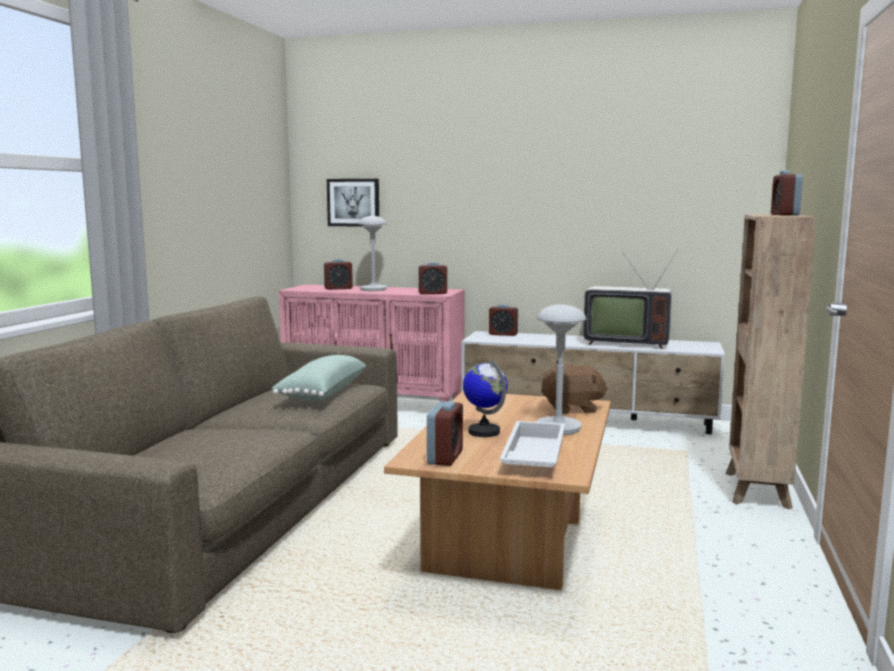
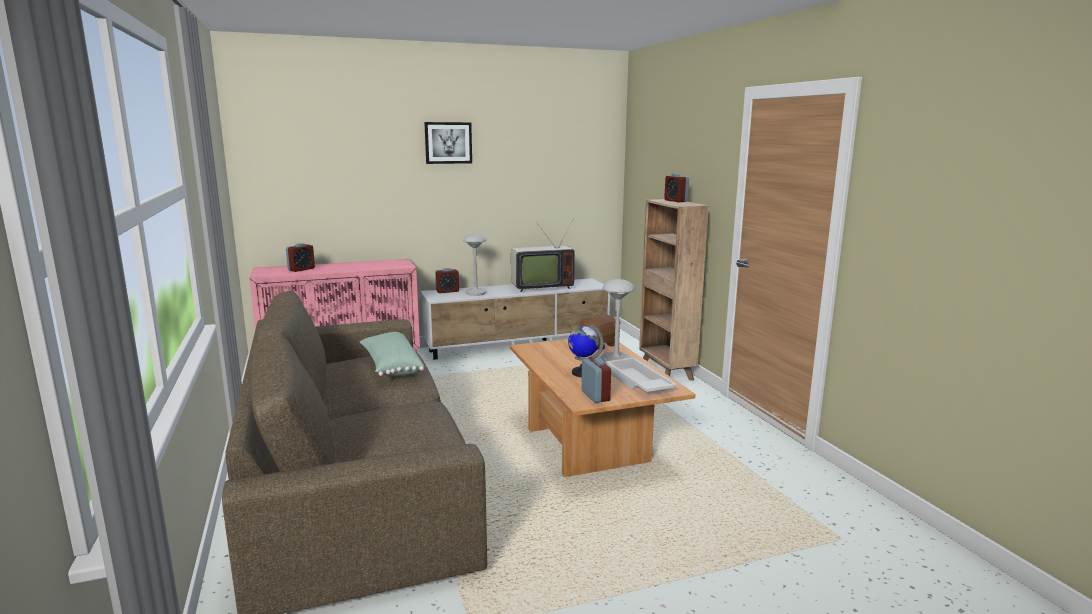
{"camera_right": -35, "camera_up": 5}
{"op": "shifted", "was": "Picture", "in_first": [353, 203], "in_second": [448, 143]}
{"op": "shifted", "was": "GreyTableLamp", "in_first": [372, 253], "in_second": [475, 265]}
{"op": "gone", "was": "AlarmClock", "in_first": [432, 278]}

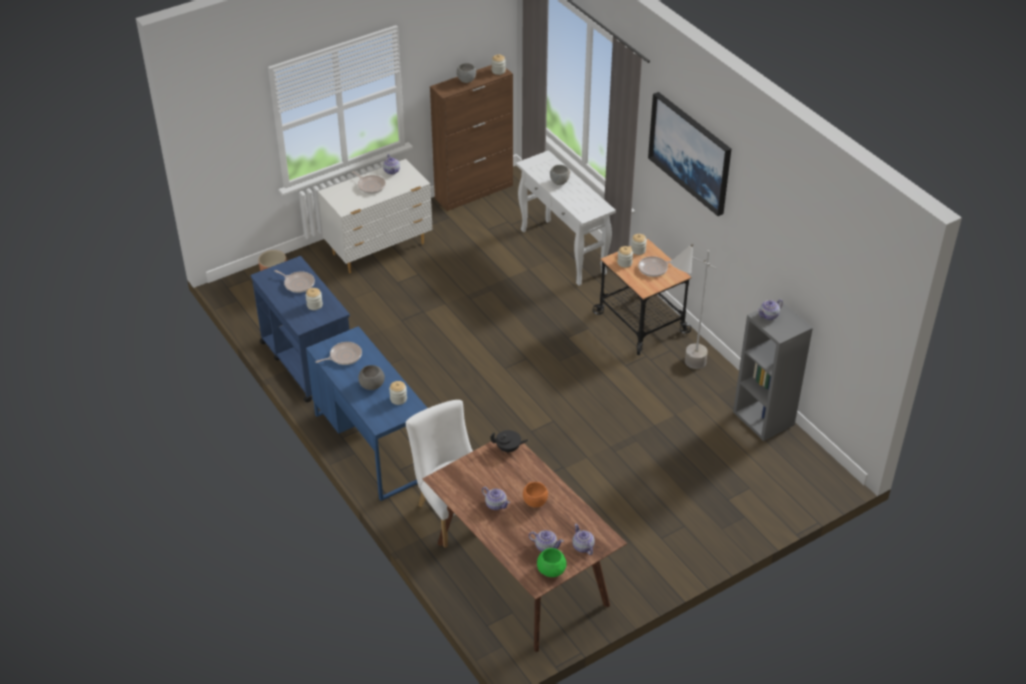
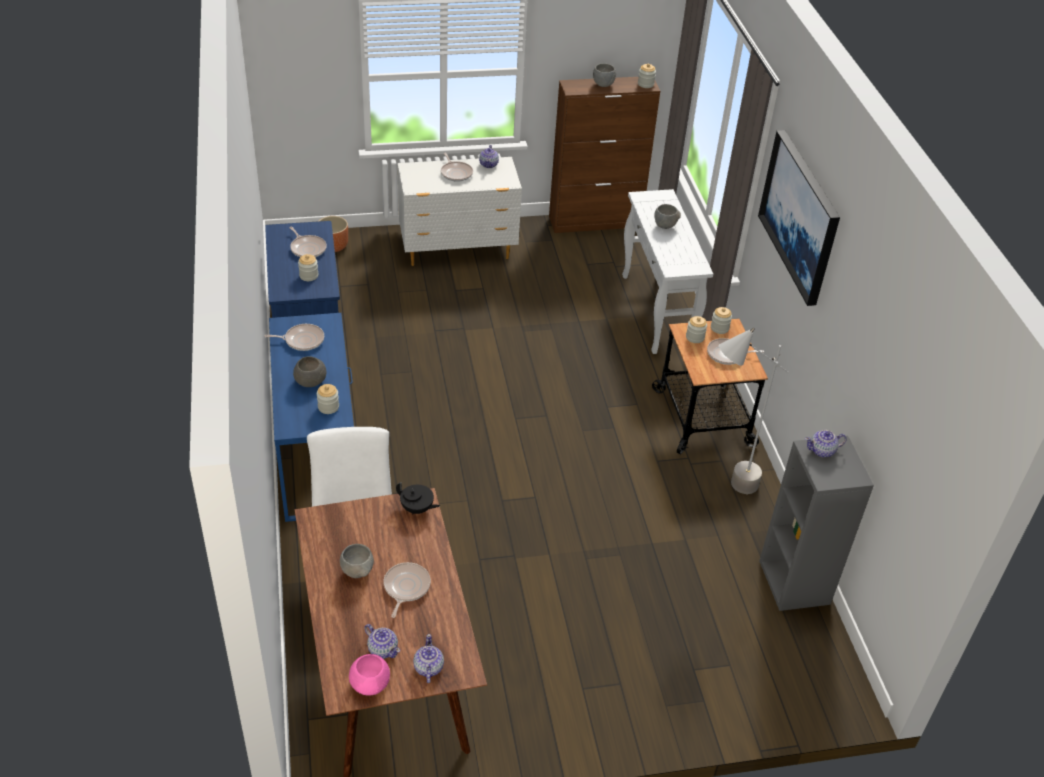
{"camera_right": 20, "camera_up": 0}
{"op": "swapped", "was": "OrangeBowl", "now": "FryingPan", "in_first": [535, 495], "in_second": [407, 590]}
{"op": "swapped", "was": "Teapot", "now": "GreyBowl", "in_first": [496, 498], "in_second": [357, 561]}
{"op": "repainted", "was": "GreenBowl", "now": "PinkBowl", "in_first": [552, 562], "in_second": [369, 674]}

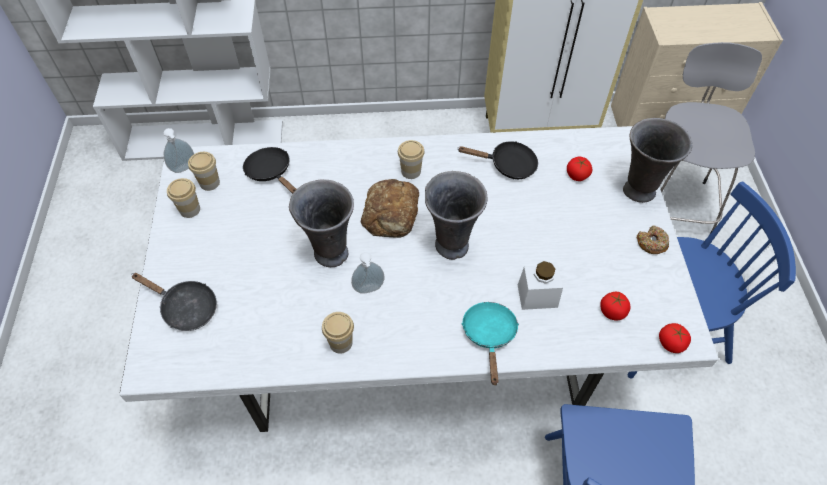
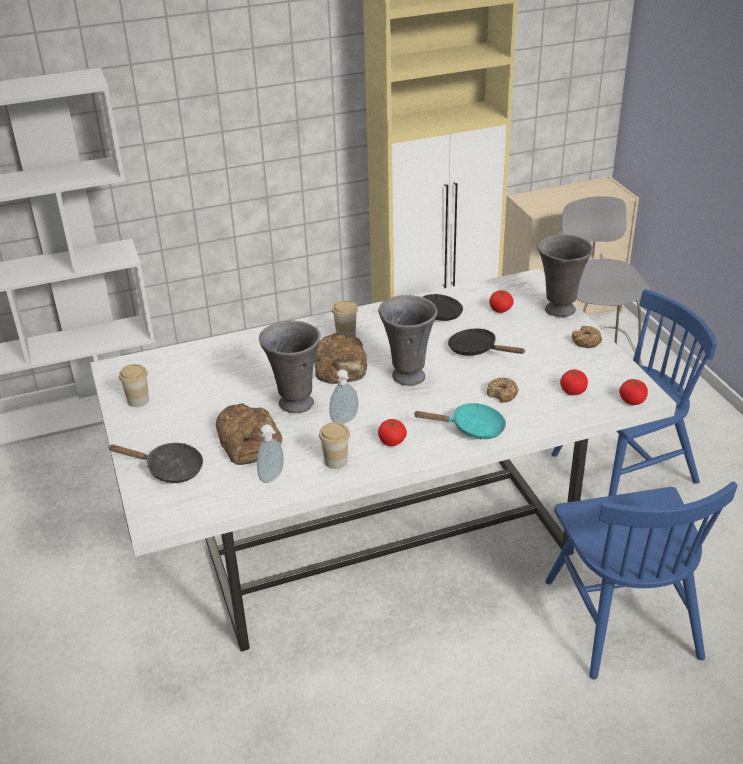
{"camera_right": -15, "camera_up": -20}
{"op": "shifted", "was": "SoapDispenser", "in_first": [178, 150], "in_second": [270, 454]}
{"op": "shifted", "was": "BlackFryingPan", "in_first": [269, 170], "in_second": [486, 342]}
{"op": "gone", "was": "Cup", "in_first": [204, 171]}
{"op": "swapped", "was": "WhiteJar", "now": "Donut", "in_first": [540, 285], "in_second": [503, 390]}
{"op": "rotated", "was": "TurquoiseFryingPan", "in_first": [490, 344], "in_second": [460, 421], "clockwise": 105}
{"op": "new", "now": "Bread", "in_second": [249, 434]}
{"op": "new", "now": "Tomato", "in_second": [392, 432]}

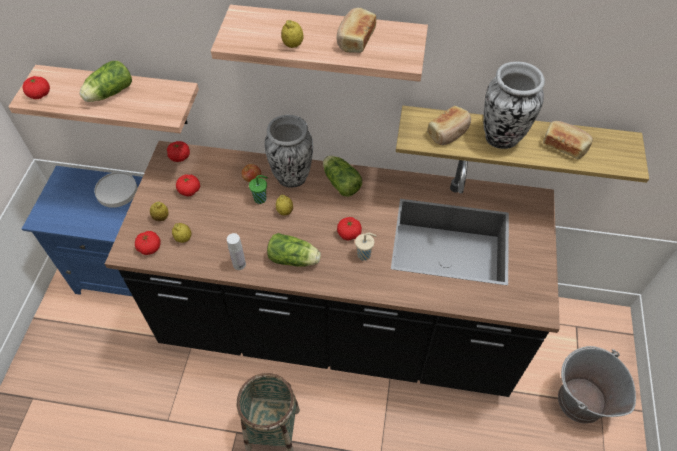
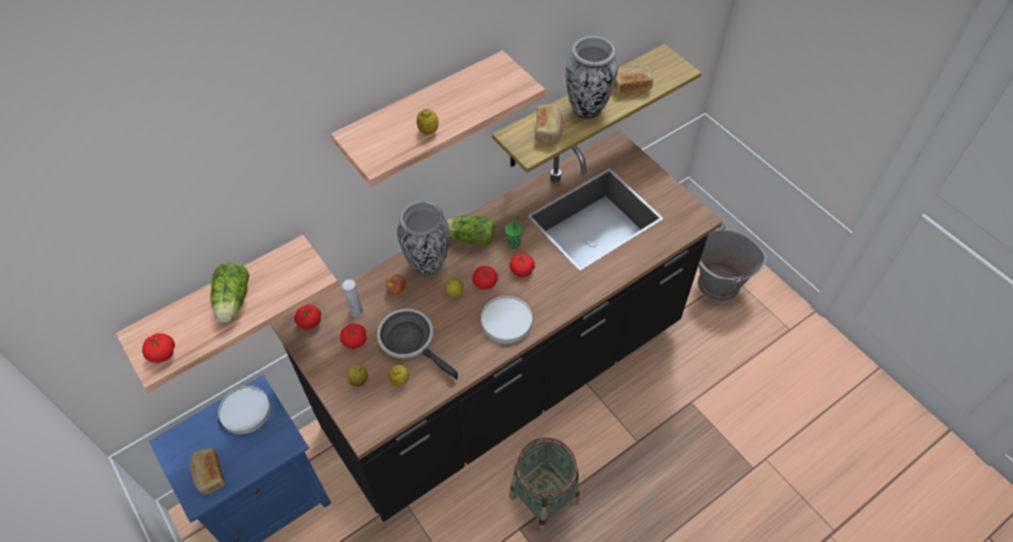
{"camera_right": -45, "camera_up": 0}
{"op": "shifted", "was": "Bread", "in_first": [356, 30], "in_second": [207, 471]}
{"op": "shifted", "was": "GreenCup", "in_first": [258, 189], "in_second": [514, 233]}
{"op": "shifted", "was": "Tomato", "in_first": [148, 243], "in_second": [485, 278]}
{"op": "shifted", "was": "WhiteBottle", "in_first": [236, 251], "in_second": [352, 298]}
{"op": "swapped", "was": "Lettuce", "now": "WhitePlate", "in_first": [294, 250], "in_second": [506, 319]}
{"op": "gone", "was": "BeigeCup", "in_first": [365, 247]}
{"op": "new", "now": "FryingPan", "in_second": [417, 344]}

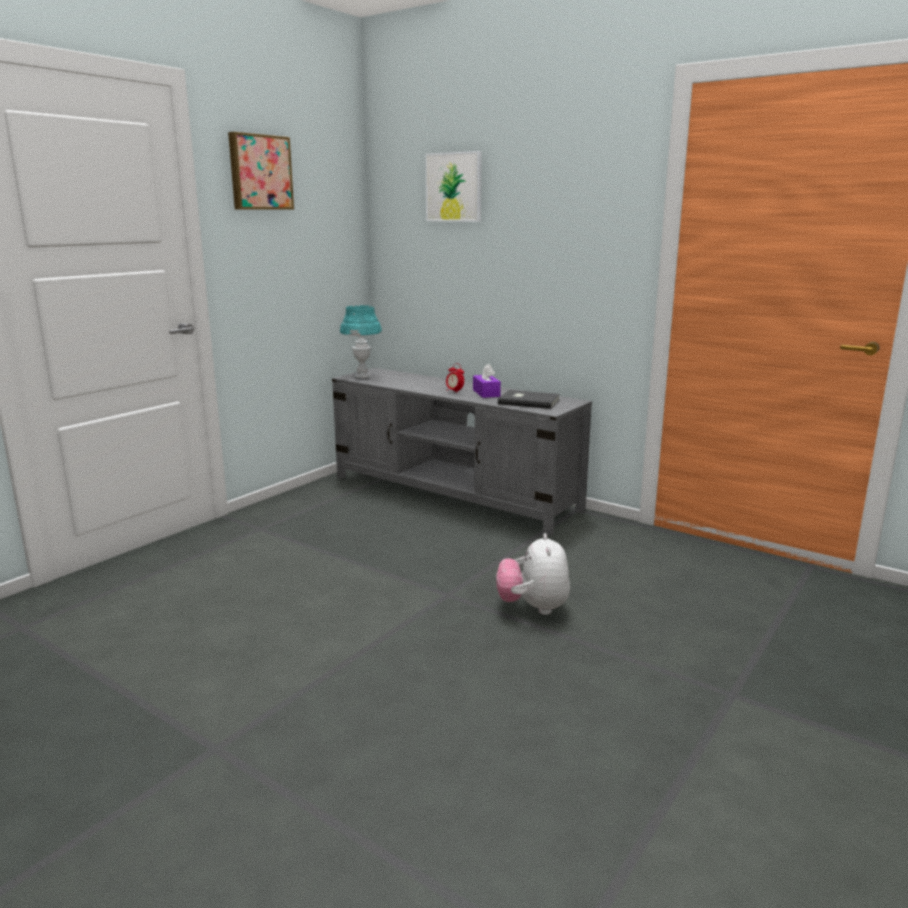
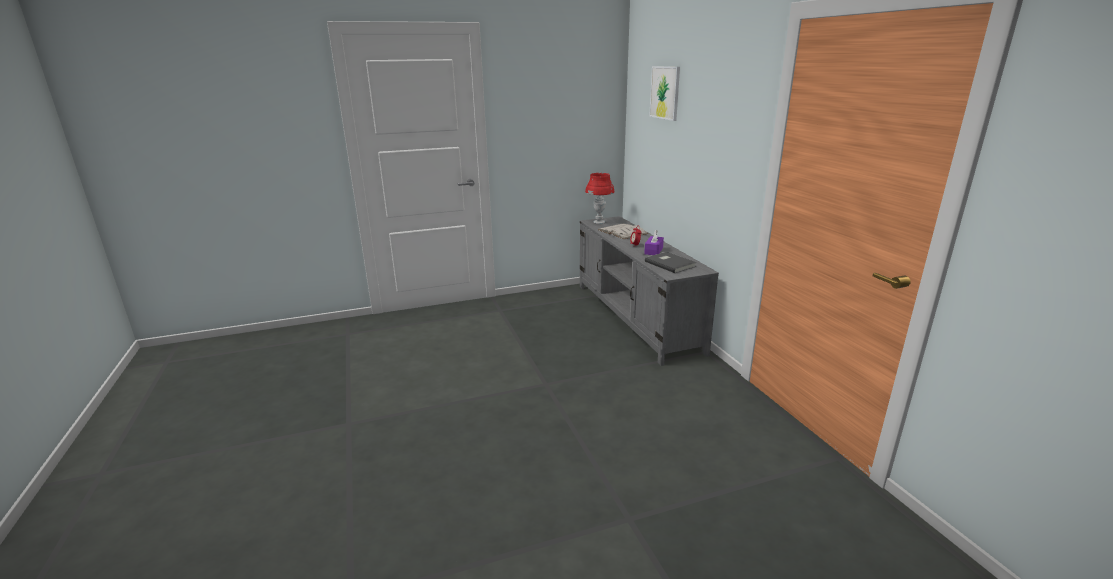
{"camera_right": 35, "camera_up": 5}
{"op": "gone", "was": "Picture", "in_first": [261, 171]}
{"op": "repainted", "was": "TurquoiseTableLamp", "now": "RedTableLamp", "in_first": [361, 341], "in_second": [599, 198]}
{"op": "gone", "was": "PlushToy", "in_first": [533, 574]}
{"op": "new", "now": "WhiteBook", "in_second": [623, 232]}

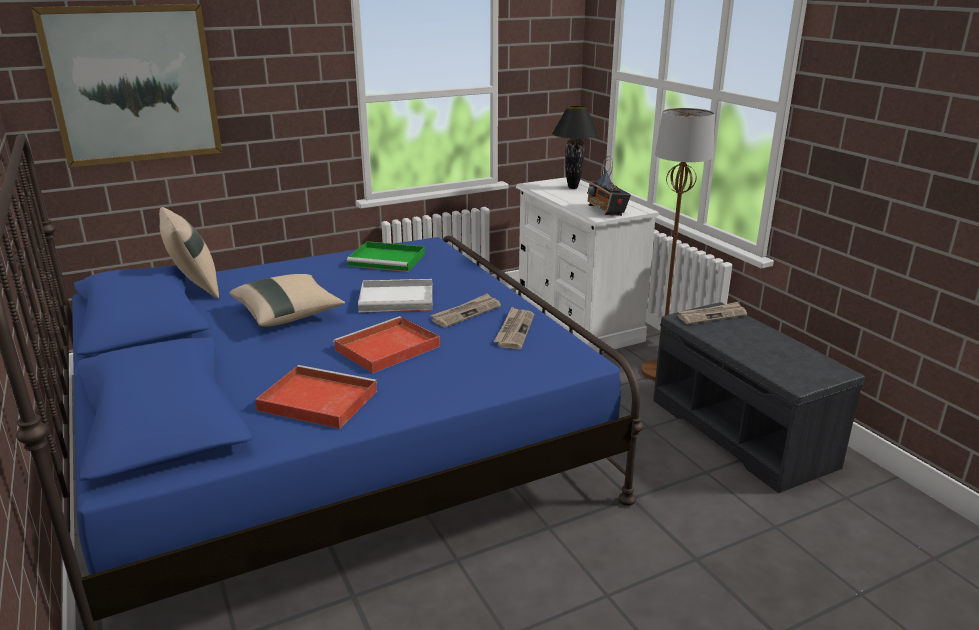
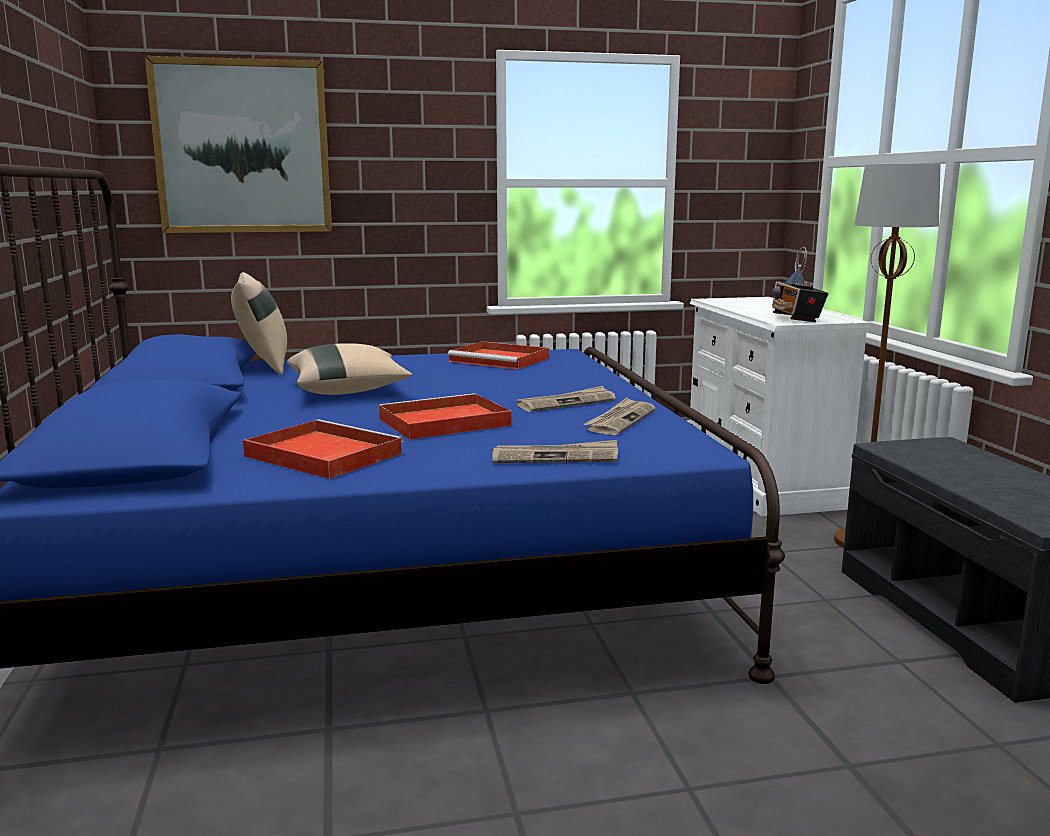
{"camera_right": 15, "camera_up": -10}
{"op": "gone", "was": "BlackTableLamp", "in_first": [575, 147]}
{"op": "repainted", "was": "GreenTray", "now": "RedTray", "in_first": [386, 256], "in_second": [498, 355]}
{"op": "gone", "was": "WhiteTray", "in_first": [395, 295]}
{"op": "shifted", "was": "Newspaper", "in_first": [712, 313], "in_second": [555, 451]}

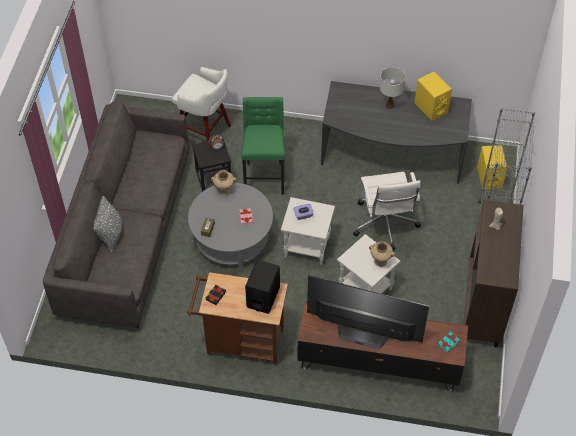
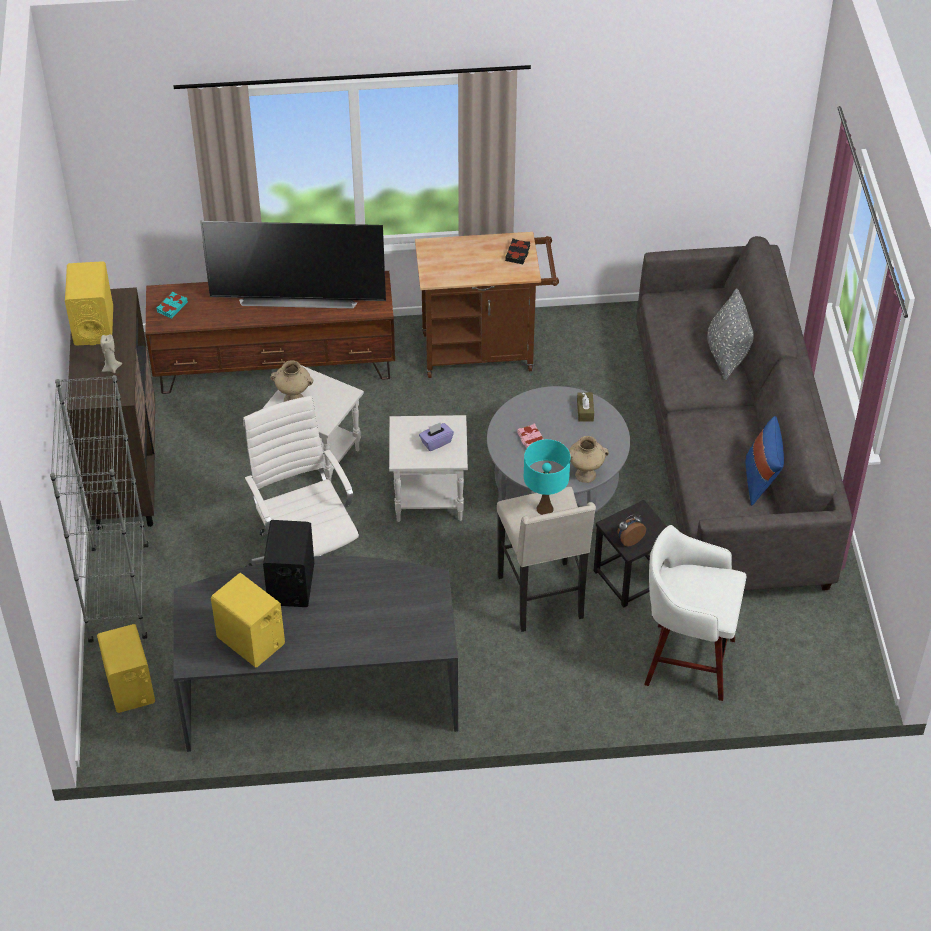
{"camera_right": 165, "camera_up": -5}
{"op": "gone", "was": "WhiteTableLamp", "in_first": [393, 88]}
{"op": "repainted", "was": "GreenStool", "now": "BeigeStool", "in_first": [263, 146], "in_second": [546, 559]}
{"op": "shifted", "was": "BlackSpeaker", "in_first": [262, 287], "in_second": [288, 563]}
{"op": "new", "now": "YellowSpeaker", "in_second": [89, 303]}
{"op": "new", "now": "BluePillow", "in_second": [764, 460]}
{"op": "new", "now": "TurquoiseTableLamp", "in_second": [547, 477]}

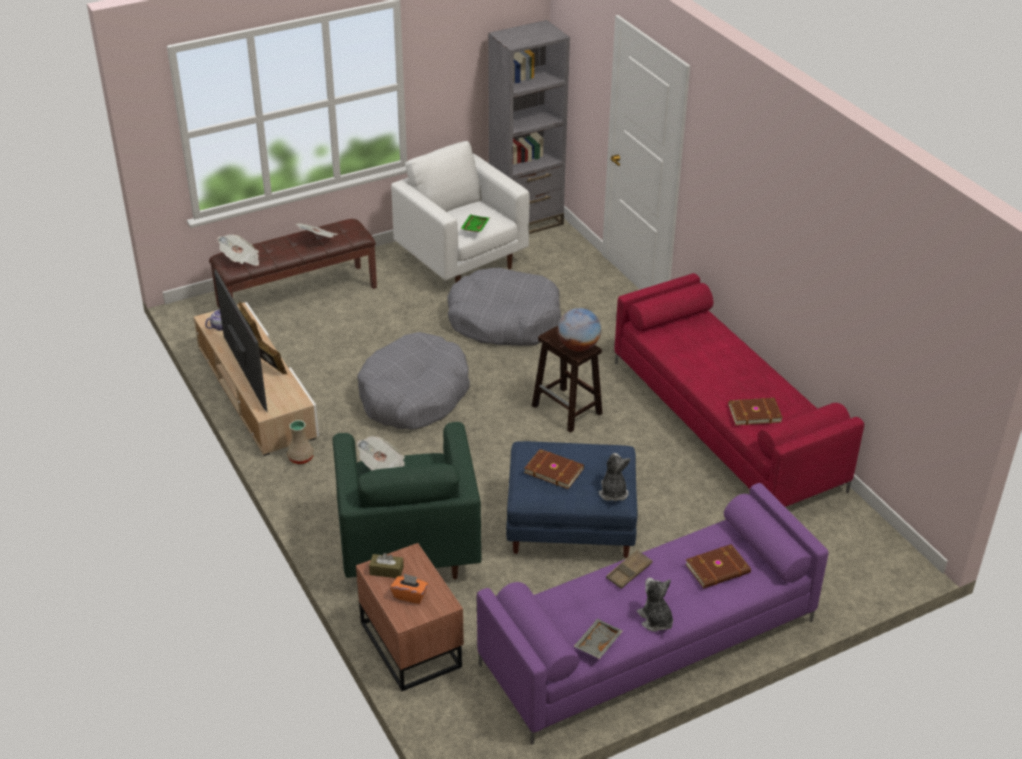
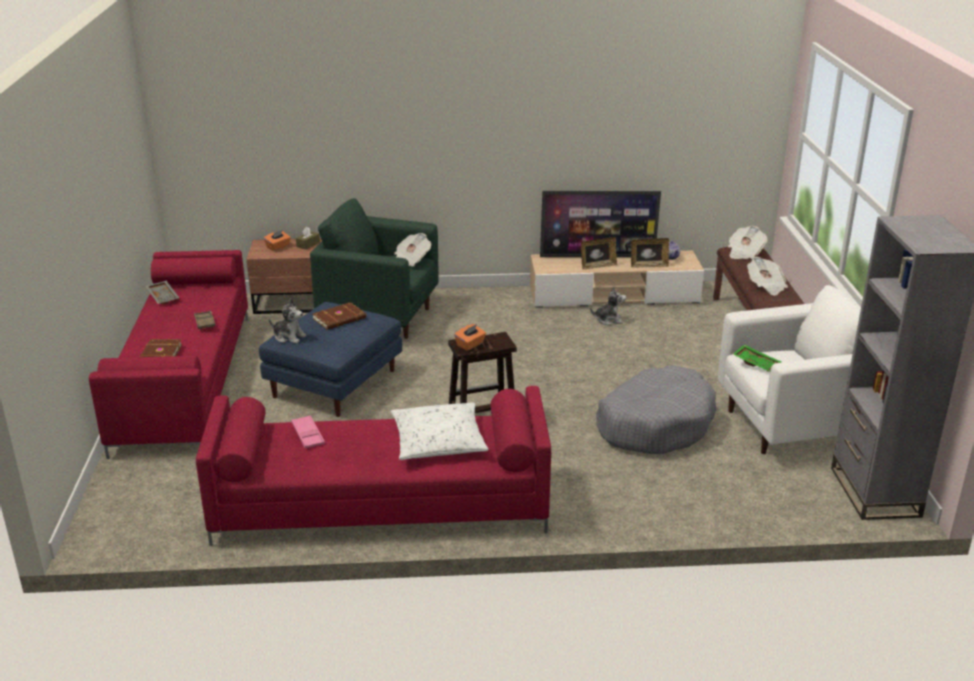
{"camera_right": 115, "camera_up": -10}
{"op": "swapped", "was": "Globe", "now": "OrangeTissueBox", "in_first": [579, 330], "in_second": [470, 337]}
{"op": "gone", "was": "GreyDogBed", "in_first": [413, 381]}
{"op": "swapped", "was": "BrownBook", "now": "PinkTray", "in_first": [755, 411], "in_second": [308, 431]}
{"op": "gone", "was": "BeigeVase", "in_first": [300, 442]}
{"op": "repainted", "was": "PurpleSofa", "now": "RedSofa", "in_first": [653, 614], "in_second": [168, 354]}
{"op": "shifted", "was": "PlushToy", "in_first": [655, 605], "in_second": [608, 305]}
{"op": "new", "now": "WhitePillow", "in_second": [439, 431]}

